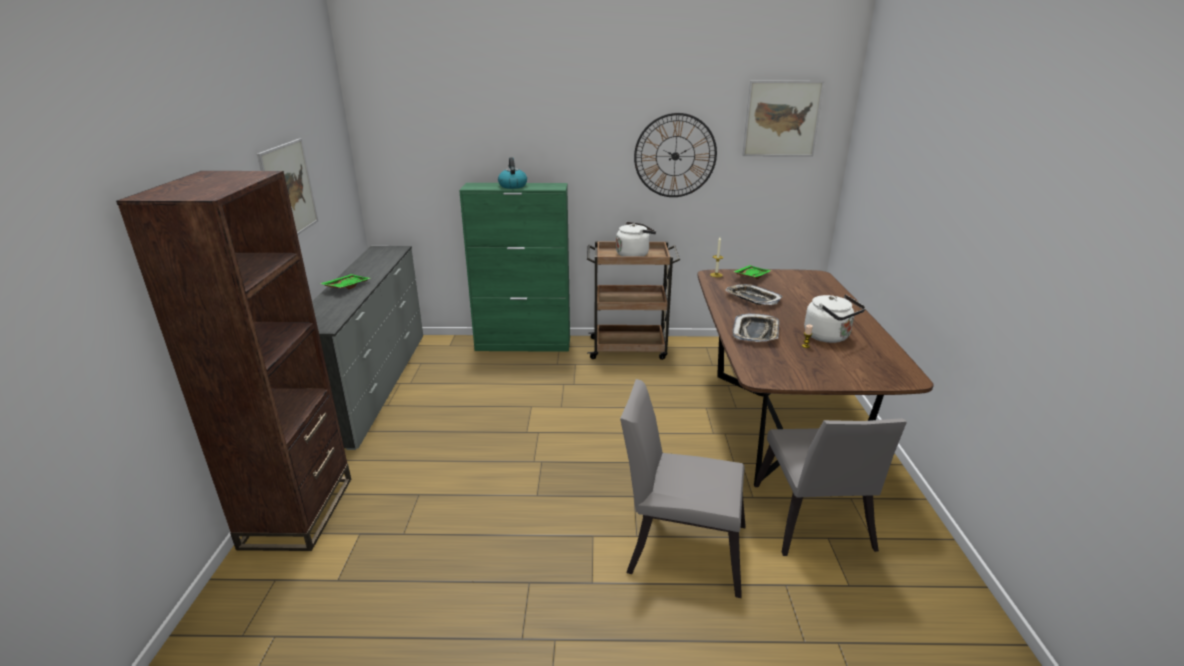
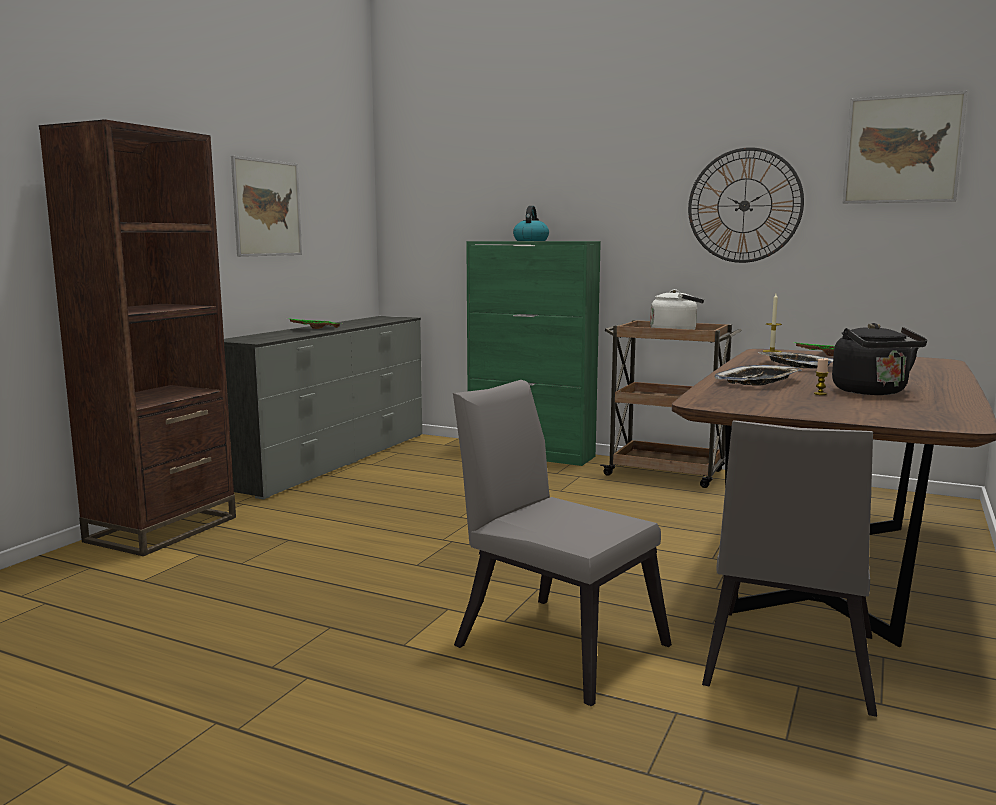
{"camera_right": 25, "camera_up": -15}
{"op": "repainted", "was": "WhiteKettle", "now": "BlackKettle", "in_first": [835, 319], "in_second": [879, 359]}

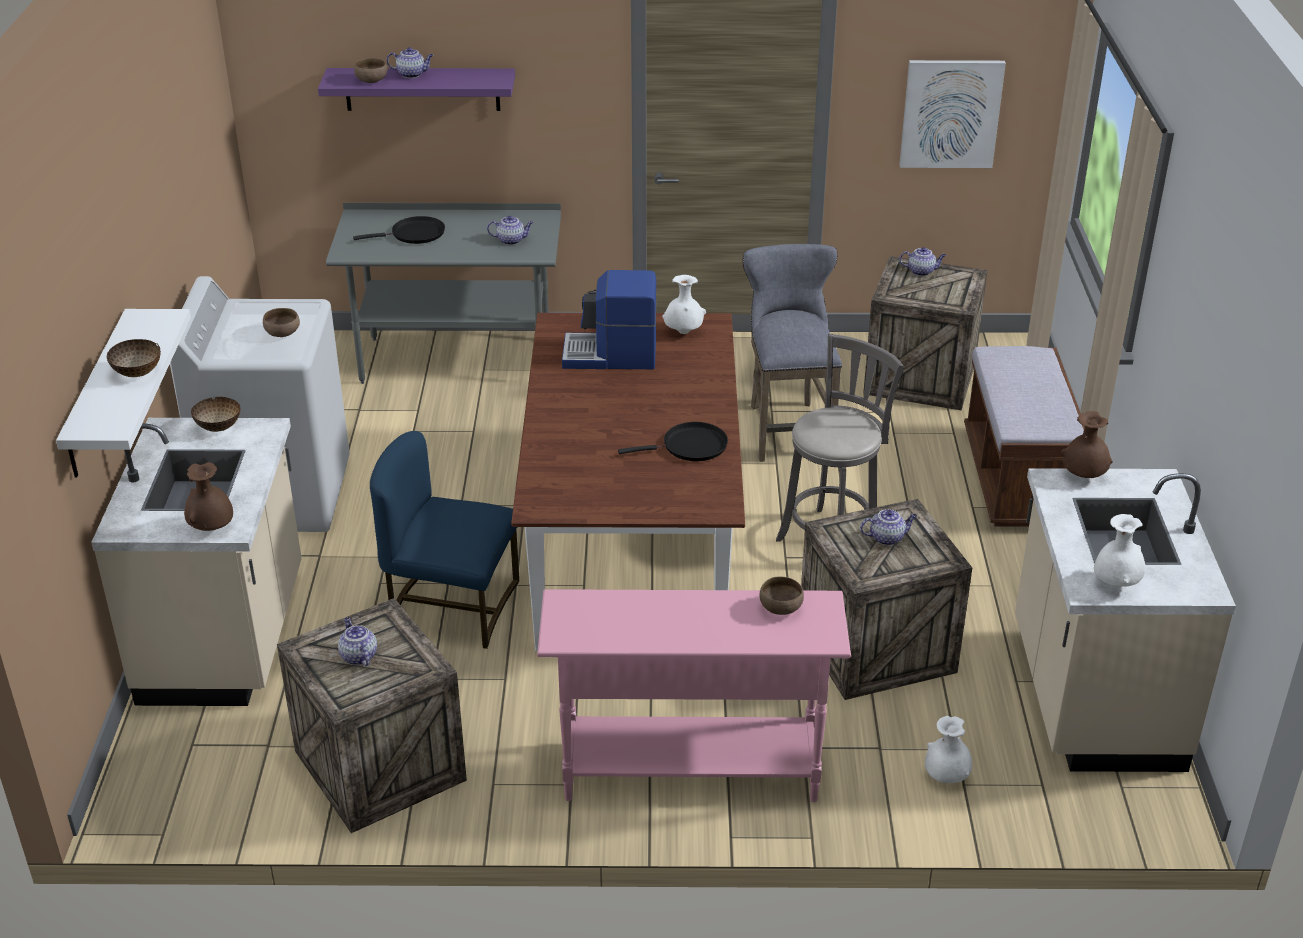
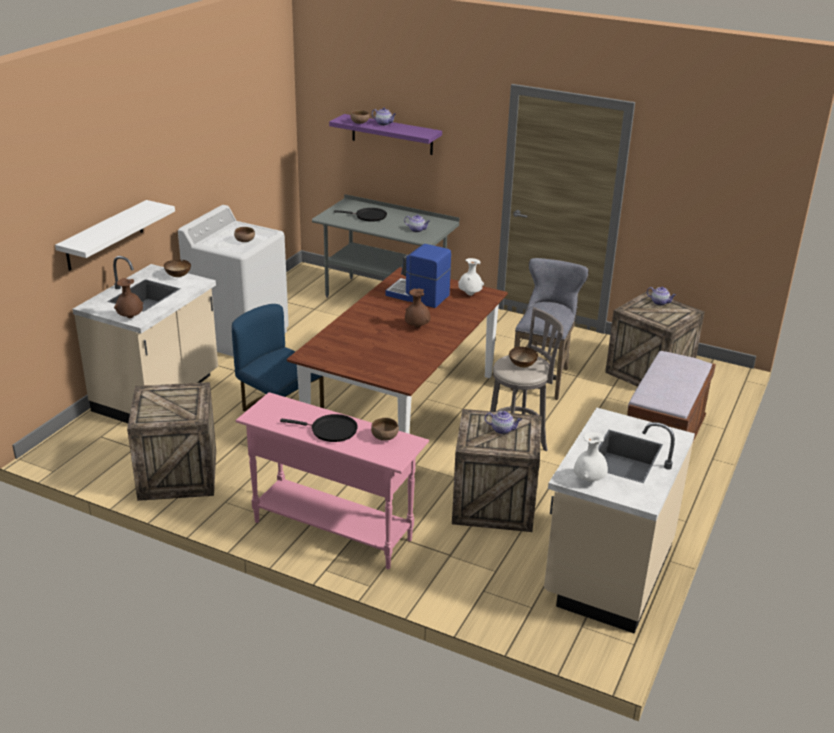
{"camera_right": 25, "camera_up": -5}
{"op": "gone", "was": "Picture", "in_first": [952, 114]}
{"op": "shifted", "was": "Bowl", "in_first": [134, 358], "in_second": [523, 357]}
{"op": "shifted", "was": "BrownVase", "in_first": [1087, 444], "in_second": [417, 308]}
{"op": "shifted", "was": "BlackFryingPan", "in_first": [673, 441], "in_second": [319, 428]}
{"op": "gone", "was": "Teapot", "in_first": [357, 641]}
{"op": "gone", "was": "WhiteVase", "in_first": [948, 749]}

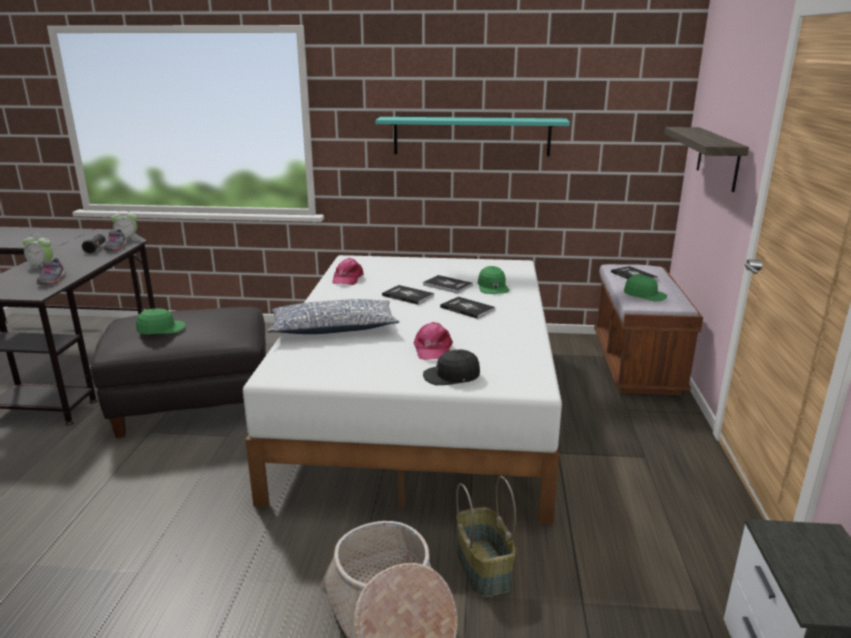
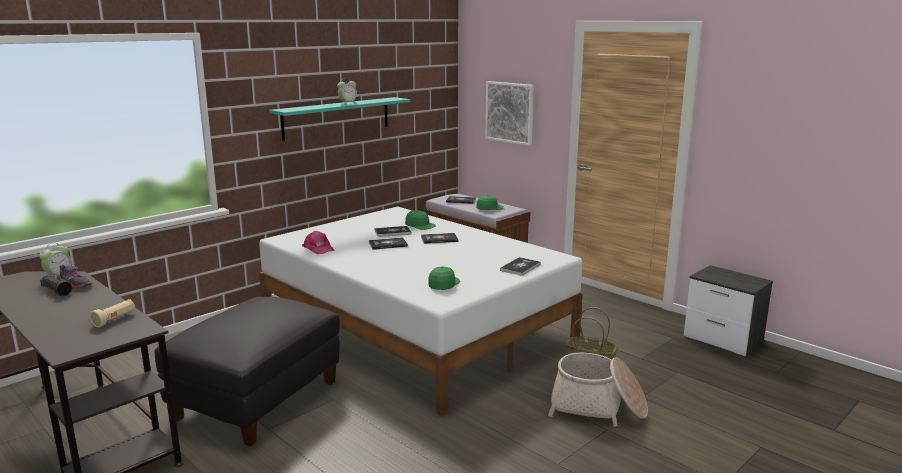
{"camera_right": -50, "camera_up": -5}
{"op": "swapped", "was": "Shelf", "now": "Picture", "in_first": [706, 159], "in_second": [509, 113]}
{"op": "shifted", "was": "AlarmClock", "in_first": [38, 251], "in_second": [347, 91]}
{"op": "swapped", "was": "GreyShoe", "now": "BeigeFlashlight", "in_first": [51, 271], "in_second": [112, 313]}
{"op": "gone", "was": "Pillow", "in_first": [333, 316]}
{"op": "shifted", "was": "GreenCap", "in_first": [161, 321], "in_second": [444, 278]}
{"op": "gone", "was": "PinkCap", "in_first": [433, 341]}
{"op": "swapped", "was": "BlackCap", "now": "Book", "in_first": [451, 367], "in_second": [520, 266]}

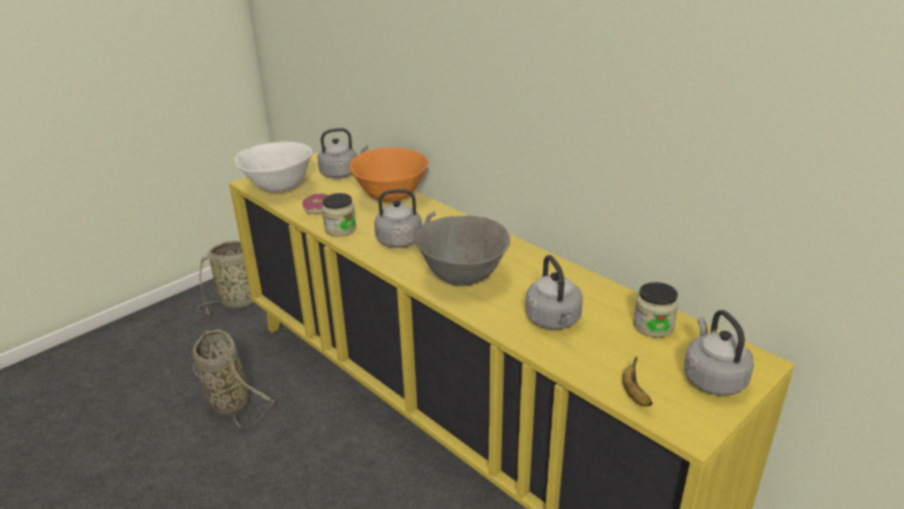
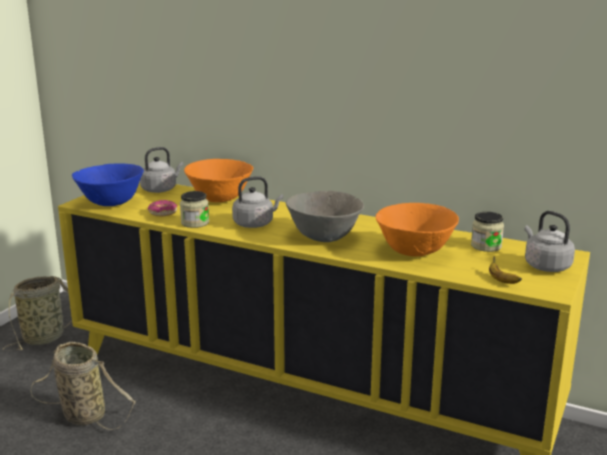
{"camera_right": -20, "camera_up": -10}
{"op": "repainted", "was": "WhiteBowl", "now": "BlueBowl", "in_first": [273, 167], "in_second": [108, 184]}
{"op": "swapped", "was": "GreyKettle", "now": "OrangeBowl", "in_first": [554, 292], "in_second": [417, 230]}

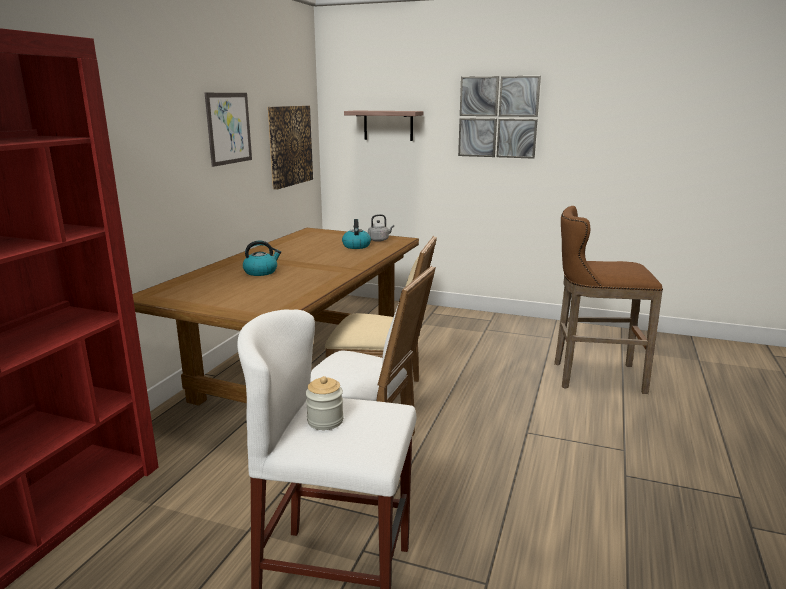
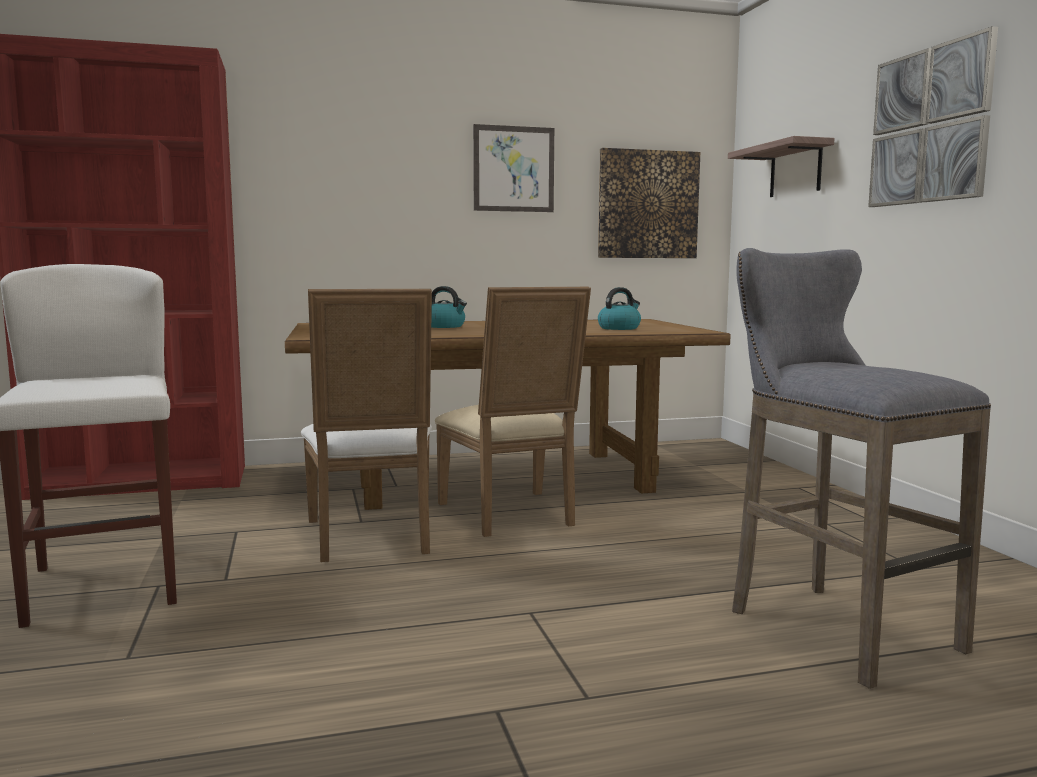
{"camera_right": 55, "camera_up": -10}
{"op": "repainted", "was": "BrownStool", "now": "GreyStool", "in_first": [608, 300], "in_second": [861, 468]}
{"op": "gone", "was": "GreyKettle", "in_first": [381, 228]}
{"op": "gone", "was": "Jar", "in_first": [325, 403]}

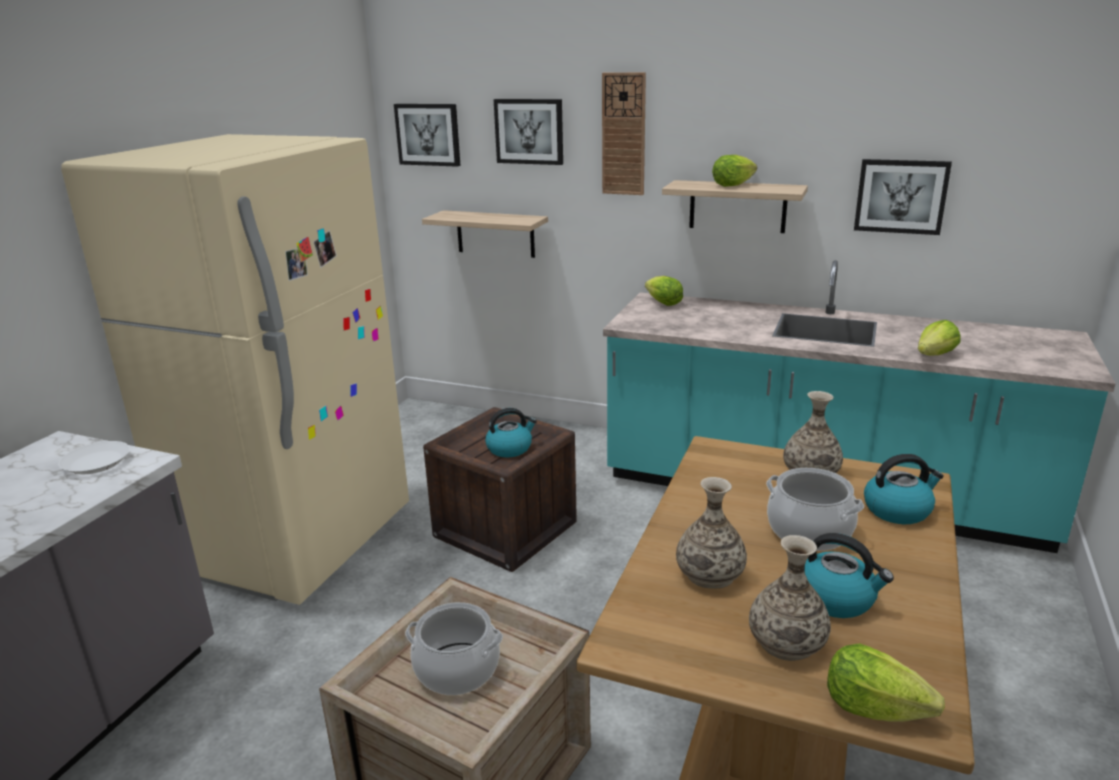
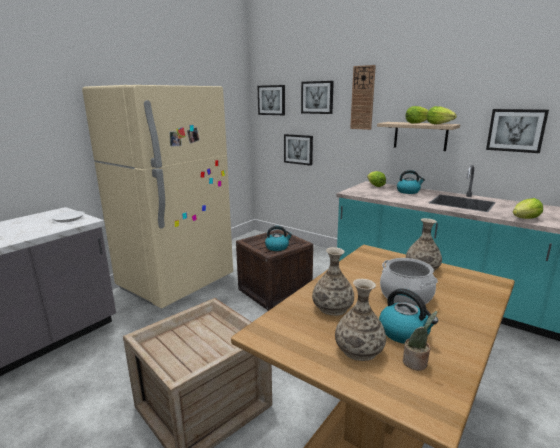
{"camera_right": 15, "camera_up": -5}
{"op": "swapped", "was": "Shelf", "now": "Picture", "in_first": [485, 234], "in_second": [298, 150]}
{"op": "shifted", "was": "Kettle", "in_first": [904, 489], "in_second": [411, 182]}
{"op": "gone", "was": "CookingPot", "in_first": [454, 648]}
{"op": "shifted", "was": "Lettuce", "in_first": [886, 682], "in_second": [441, 115]}
{"op": "new", "now": "PottedPlant", "in_second": [420, 341]}

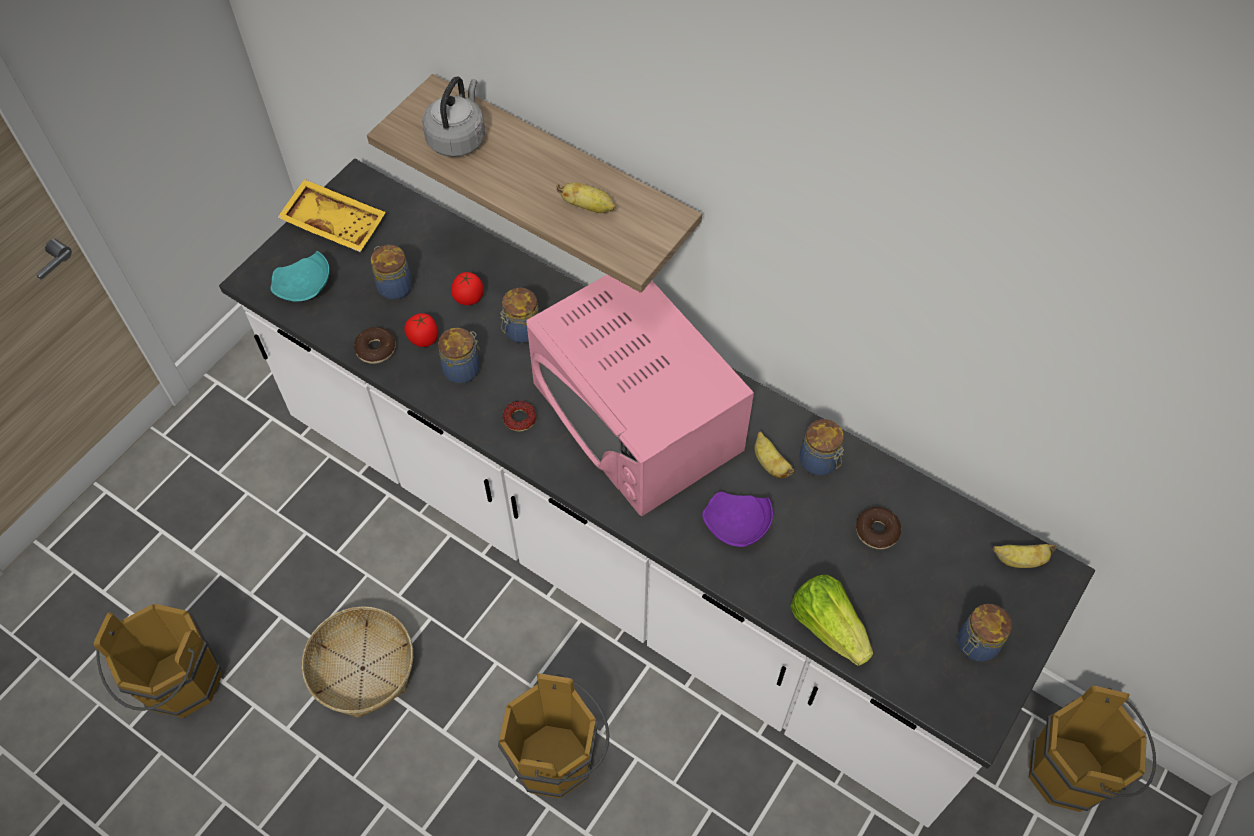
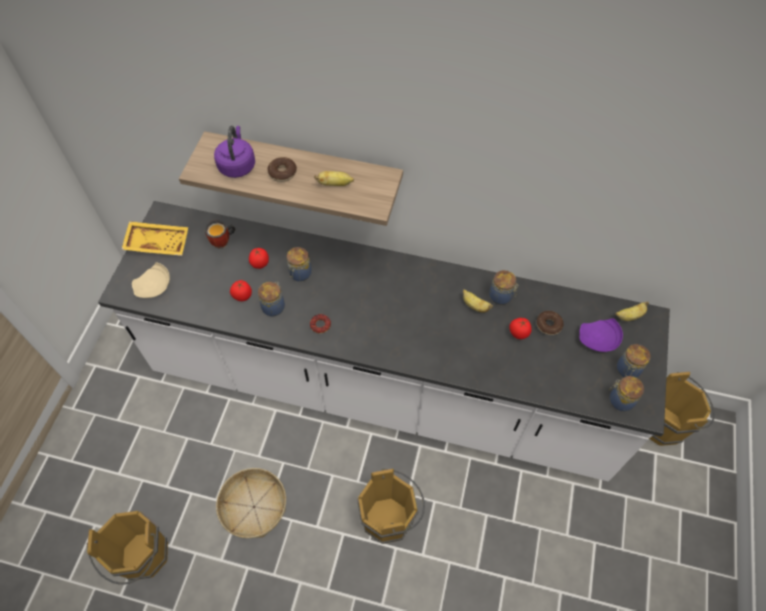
{"camera_right": -20, "camera_up": 0}
{"op": "repainted", "was": "GreyKettle", "now": "PurpleKettle", "in_first": [453, 117], "in_second": [234, 152]}
{"op": "shifted", "was": "Jar", "in_first": [392, 272], "in_second": [627, 393]}
{"op": "repainted", "was": "TurquoisePlate", "now": "BeigePlate", "in_first": [300, 276], "in_second": [151, 280]}
{"op": "gone", "was": "PinkMicrowave", "in_first": [640, 395]}
{"op": "shifted", "was": "Donut", "in_first": [375, 345], "in_second": [282, 169]}
{"op": "shifted", "was": "PurplePlate", "in_first": [737, 519], "in_second": [601, 335]}
{"op": "gone", "was": "Lettuce", "in_first": [831, 620]}
{"op": "new", "now": "Mug", "in_second": [220, 234]}
{"op": "new", "now": "Tomato", "in_second": [520, 328]}

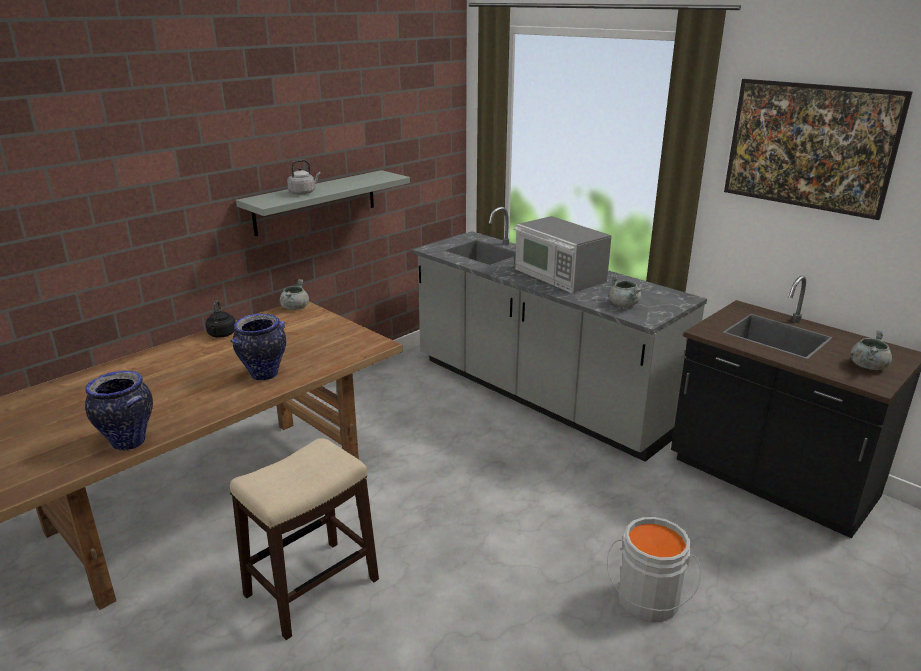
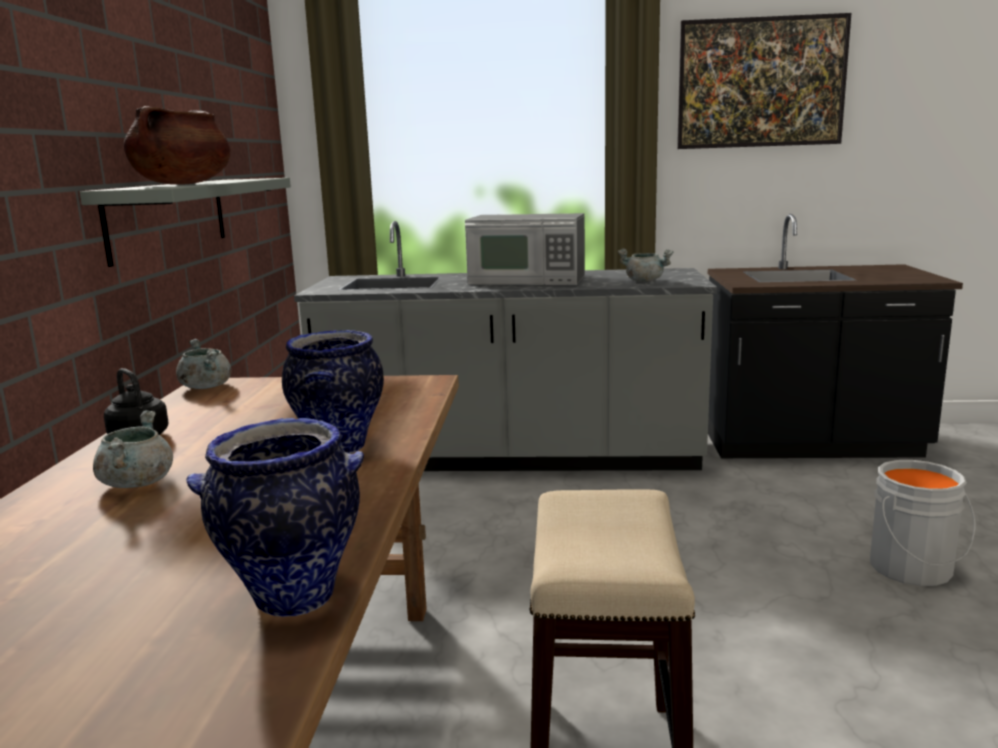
{"camera_right": -40, "camera_up": -10}
{"op": "swapped", "was": "GreyKettle", "now": "BrownCookingPot", "in_first": [304, 177], "in_second": [177, 145]}
{"op": "shifted", "was": "GreyCookingPot", "in_first": [871, 350], "in_second": [133, 449]}

